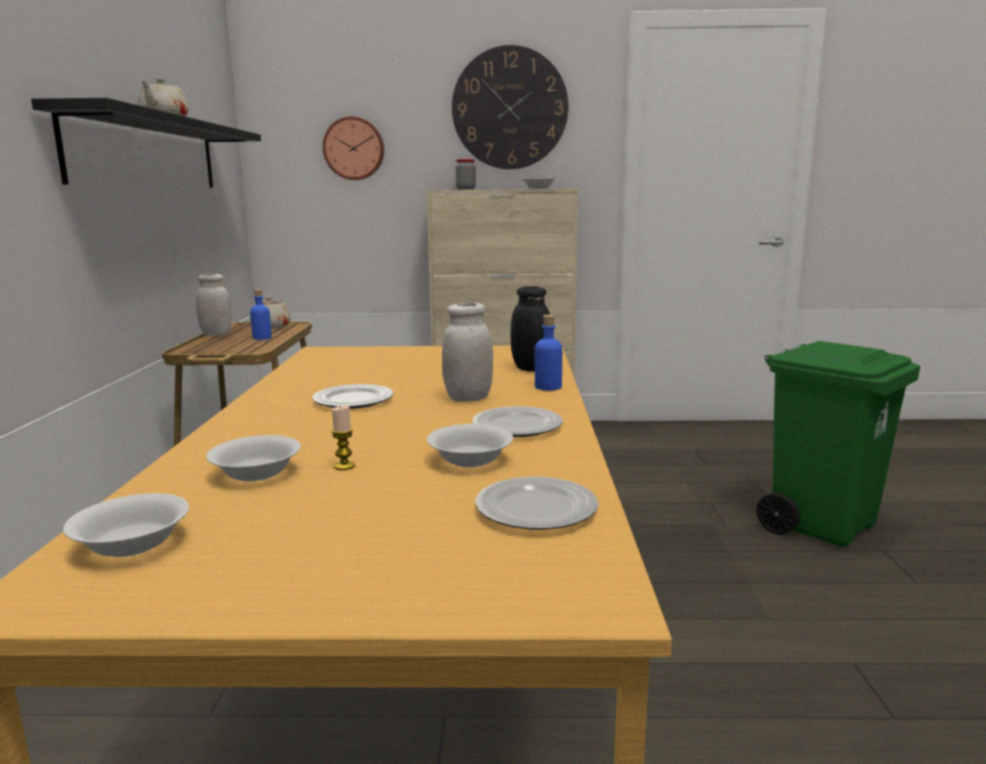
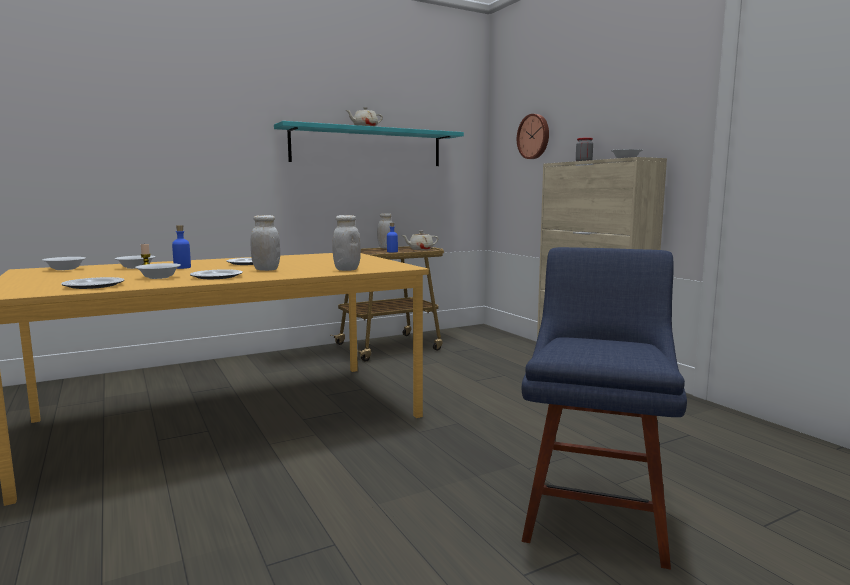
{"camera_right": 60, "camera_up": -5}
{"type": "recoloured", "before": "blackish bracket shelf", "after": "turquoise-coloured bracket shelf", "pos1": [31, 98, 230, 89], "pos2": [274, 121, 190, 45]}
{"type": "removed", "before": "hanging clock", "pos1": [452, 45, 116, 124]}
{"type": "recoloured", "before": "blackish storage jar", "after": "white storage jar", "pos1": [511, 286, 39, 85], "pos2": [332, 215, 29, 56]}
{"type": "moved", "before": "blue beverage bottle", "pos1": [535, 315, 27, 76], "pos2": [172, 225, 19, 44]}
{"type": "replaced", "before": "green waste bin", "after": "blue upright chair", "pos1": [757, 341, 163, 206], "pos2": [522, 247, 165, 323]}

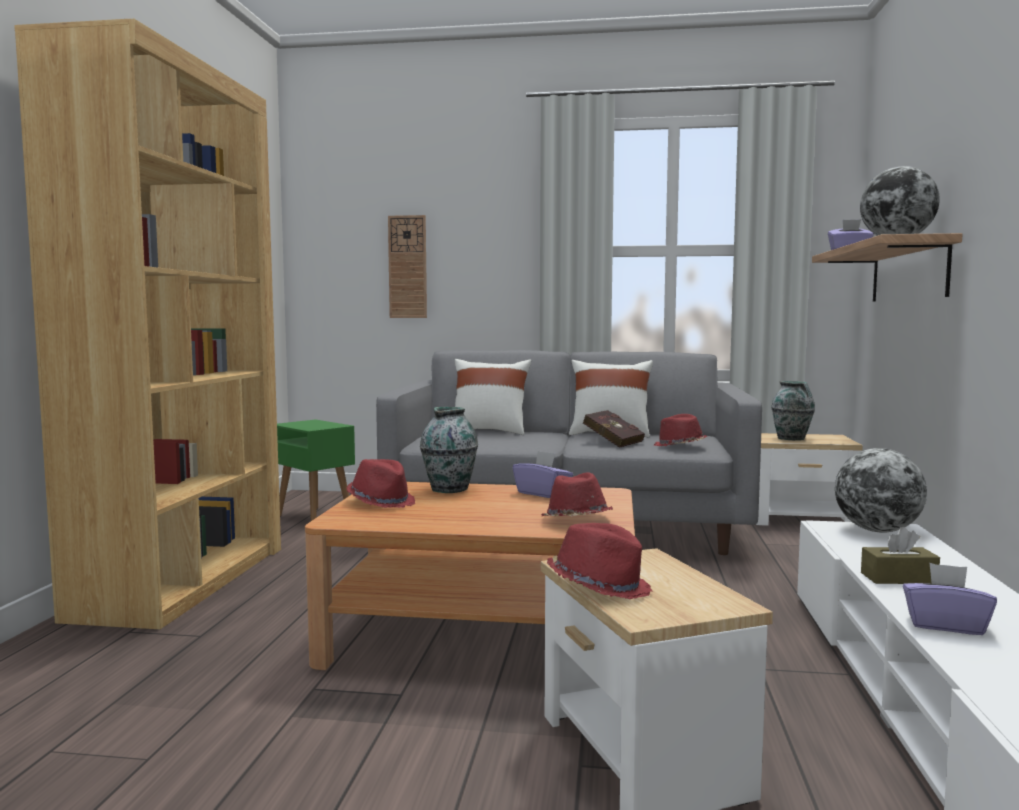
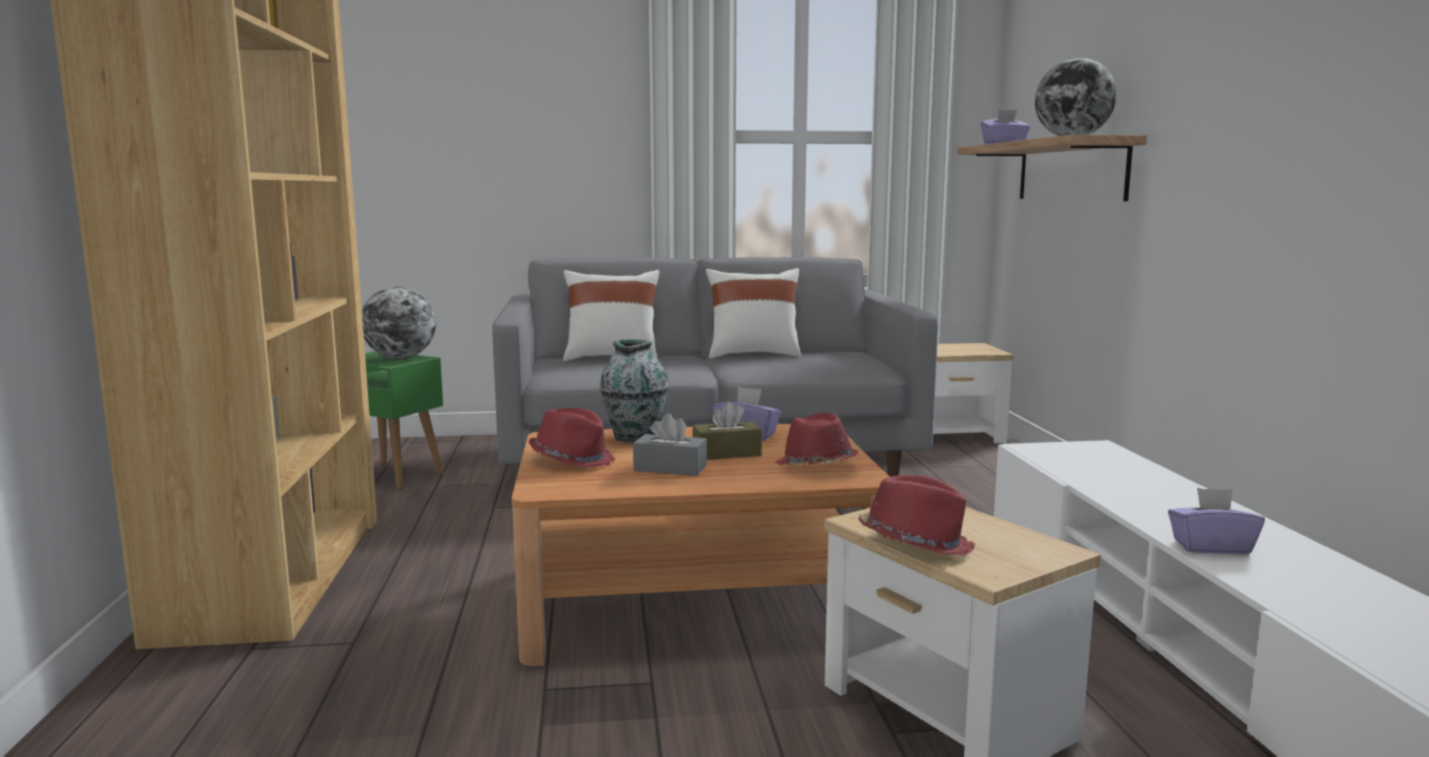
{"camera_right": -15, "camera_up": 5}
{"type": "removed", "before": "hanging clock", "pos1": [388, 215, 39, 103]}
{"type": "removed", "before": "reddish book", "pos1": [583, 410, 62, 38]}
{"type": "removed", "before": "reddish clothing hat", "pos1": [654, 414, 53, 32]}
{"type": "removed", "before": "vase", "pos1": [771, 381, 44, 59]}
{"type": "moved", "before": "world globe", "pos1": [835, 448, 92, 85], "pos2": [362, 287, 74, 72]}
{"type": "moved", "before": "brown tissue holder", "pos1": [861, 527, 79, 57], "pos2": [693, 401, 69, 59]}
{"type": "added", "after": "greyish tissue holder", "pos2": [633, 414, 74, 62]}

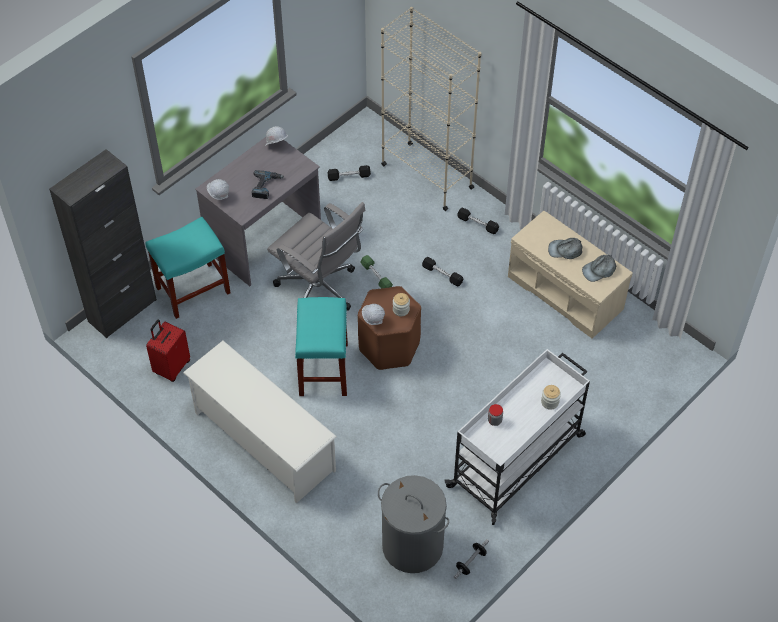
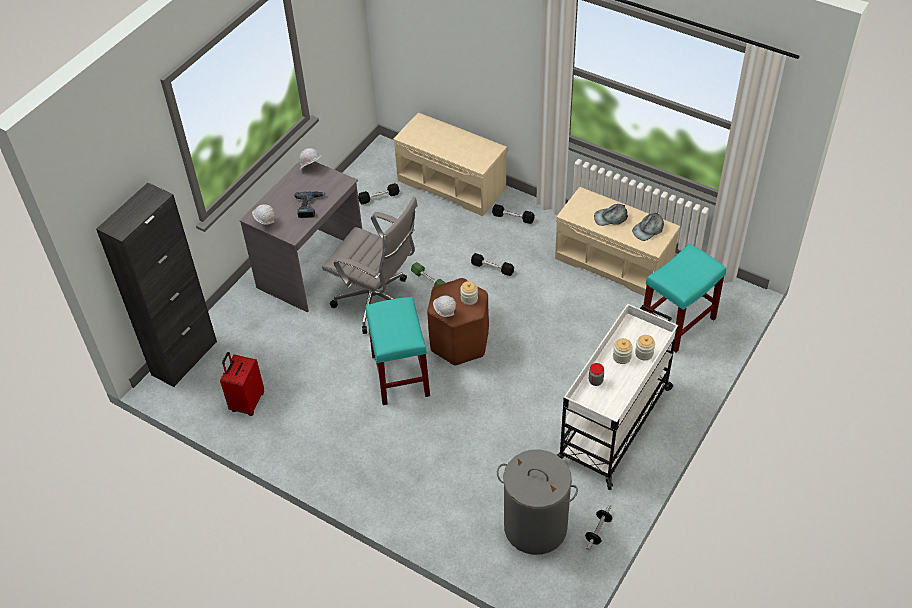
{"camera_right": -10, "camera_up": -5}
{"type": "moved", "before": "turquoise-coloured stool", "pos1": [146, 217, 85, 102], "pos2": [643, 244, 83, 109]}
{"type": "removed", "before": "white shoe stand", "pos1": [183, 341, 154, 162]}
{"type": "replaced", "before": "beige-coloured bookshelf", "after": "beige-coloured long seat", "pos1": [381, 7, 100, 204], "pos2": [394, 113, 113, 103]}
{"type": "added", "after": "storage jar", "pos2": [613, 338, 20, 26]}

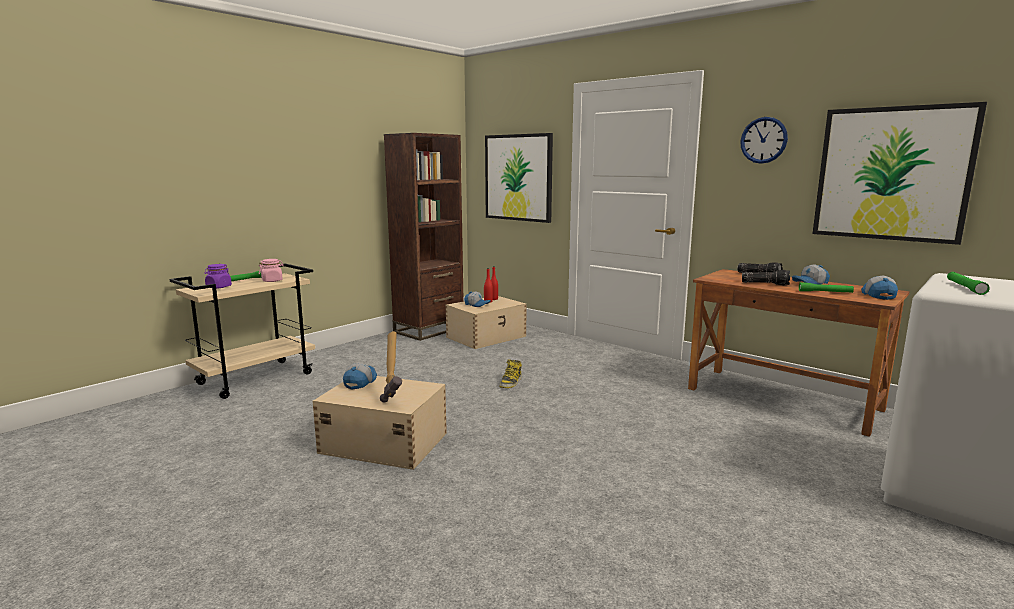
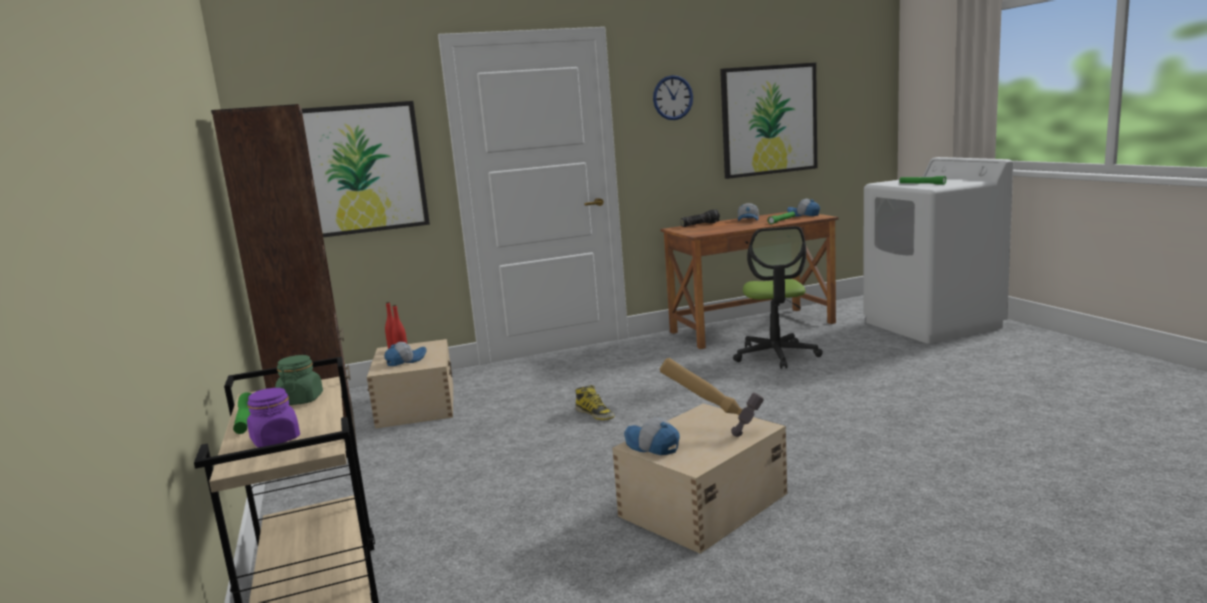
{"camera_right": -60, "camera_up": 0}
{"type": "recoloured", "before": "pink storage jar", "after": "green storage jar", "pos1": [259, 259, 25, 23], "pos2": [275, 355, 48, 50]}
{"type": "removed", "before": "flashlight", "pos1": [742, 270, 48, 15]}
{"type": "added", "after": "desk chair", "pos2": [733, 226, 90, 143]}

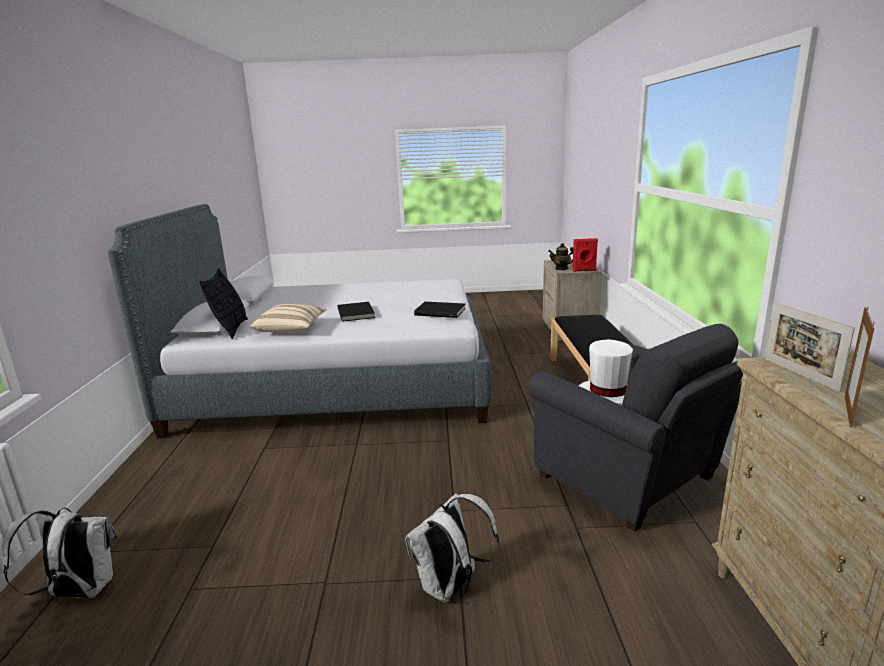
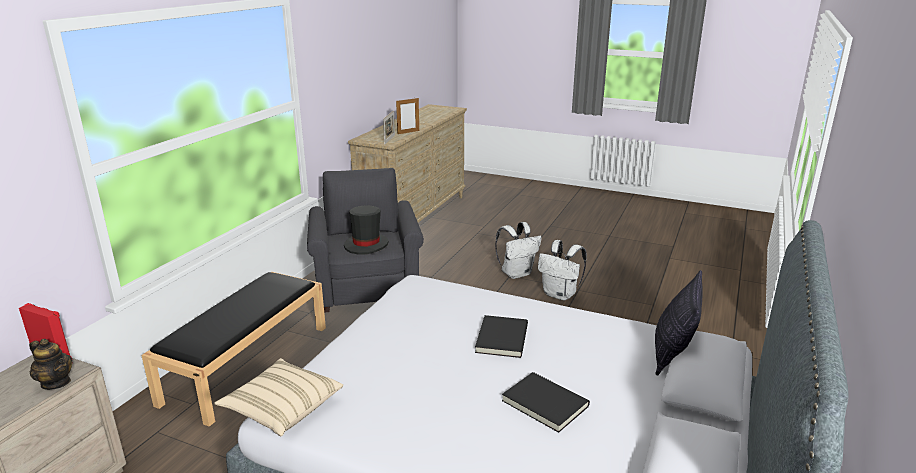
{"camera_right": -155, "camera_up": 5}
{"type": "moved", "before": "white backpack", "pos1": [2, 508, 115, 90], "pos2": [538, 240, 49, 60]}
{"type": "moved", "before": "beige-coloured pillow", "pos1": [250, 304, 77, 29], "pos2": [214, 358, 129, 78]}
{"type": "moved", "before": "blackish book", "pos1": [414, 302, 52, 16], "pos2": [502, 372, 88, 61]}
{"type": "recoloured", "before": "white clothing hat", "after": "blackish clothing hat", "pos1": [579, 339, 54, 67], "pos2": [344, 205, 45, 50]}

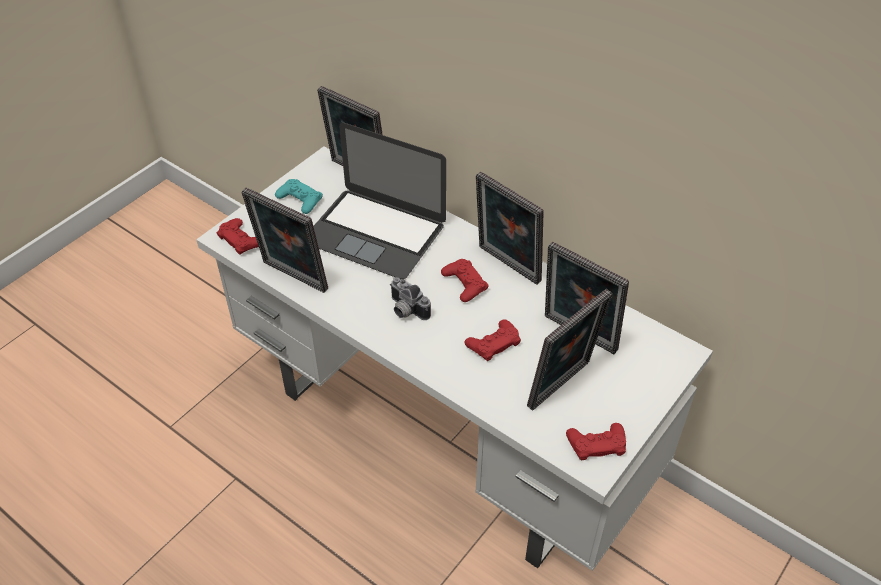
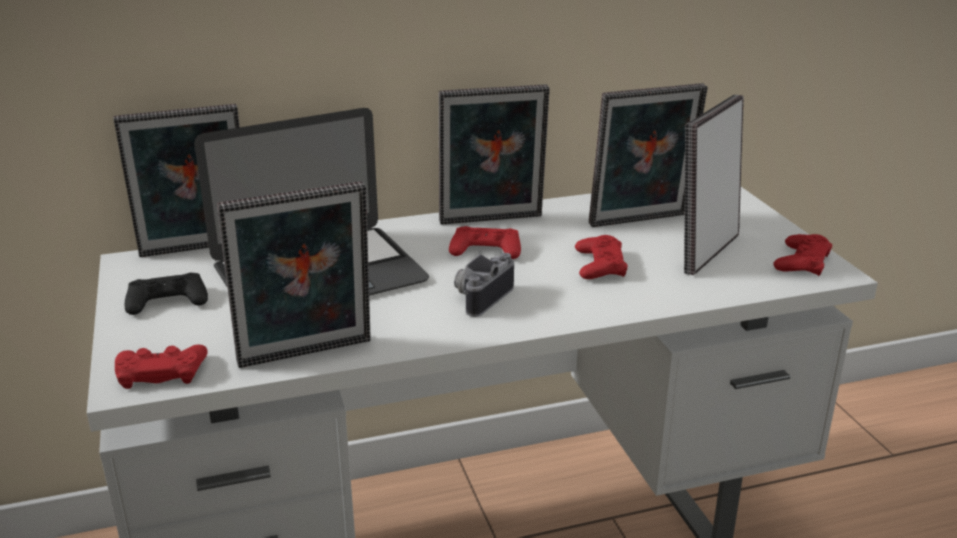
{"camera_right": -55, "camera_up": -20}
{"type": "recoloured", "before": "turquoise-coloured gamepad", "after": "blackish gamepad", "pos1": [275, 179, 48, 35], "pos2": [124, 273, 84, 42]}
{"type": "turned", "before": "still camera", "pos1": [390, 277, 41, 43], "pos2": [454, 253, 60, 64], "turn": 135}
{"type": "turned", "before": "photo frame", "pos1": [527, 289, 85, 122], "pos2": [684, 95, 60, 180], "turn": -135}

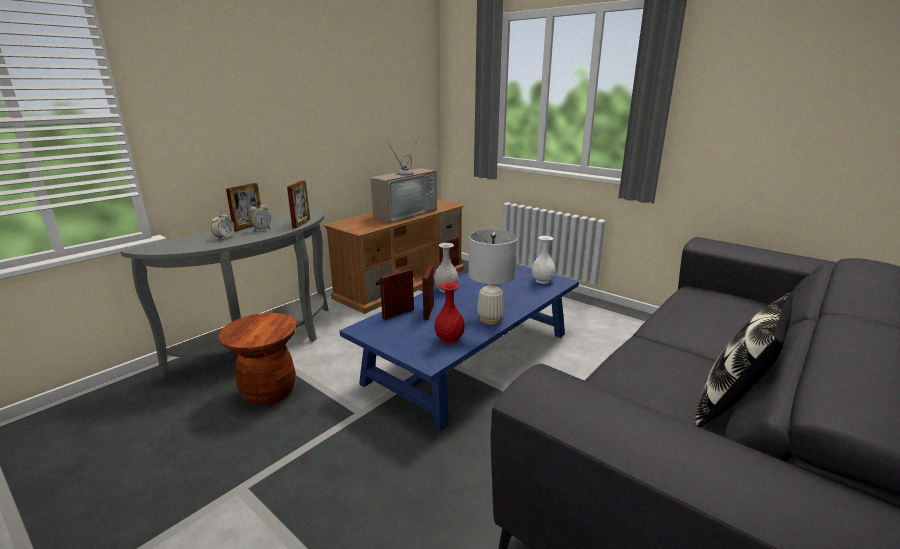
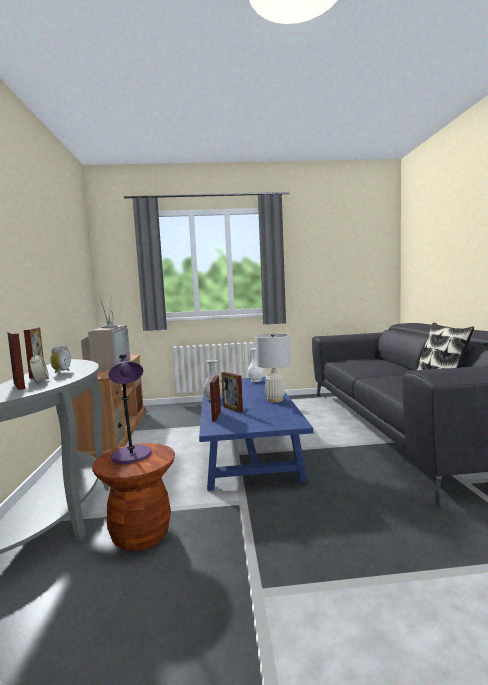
{"camera_right": -45, "camera_up": -15}
{"type": "moved", "before": "photo frame", "pos1": [287, 181, 23, 47], "pos2": [7, 332, 18, 58]}
{"type": "removed", "before": "reddish vase", "pos1": [434, 282, 31, 62]}
{"type": "added", "after": "purple table lamp", "pos2": [108, 354, 44, 110]}

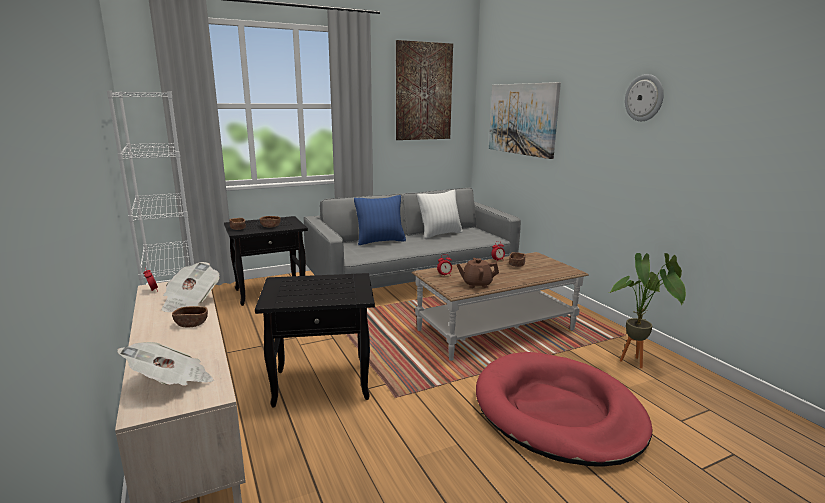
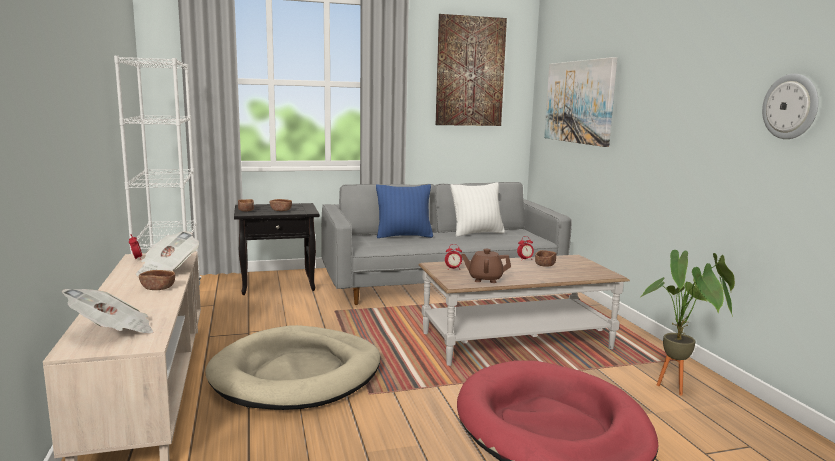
{"camera_right": 10, "camera_up": -5}
{"type": "replaced", "before": "blackish accent table", "after": "beige-coloured dog bed", "pos1": [255, 273, 120, 135], "pos2": [205, 325, 176, 85]}
{"type": "moved", "before": "hanging clock", "pos1": [625, 74, 39, 47], "pos2": [762, 74, 56, 65]}

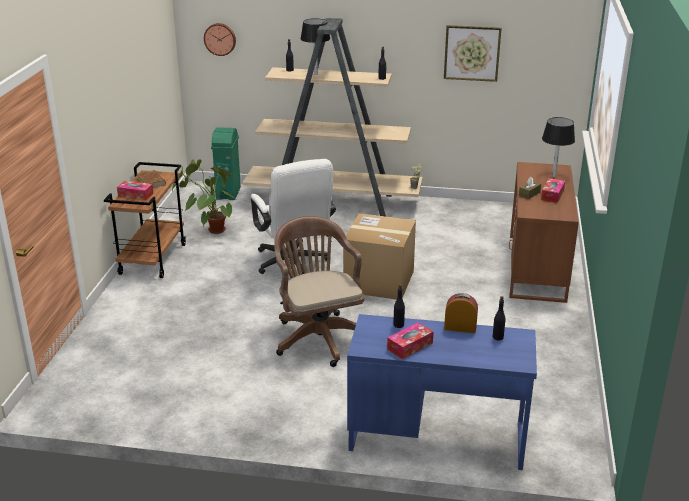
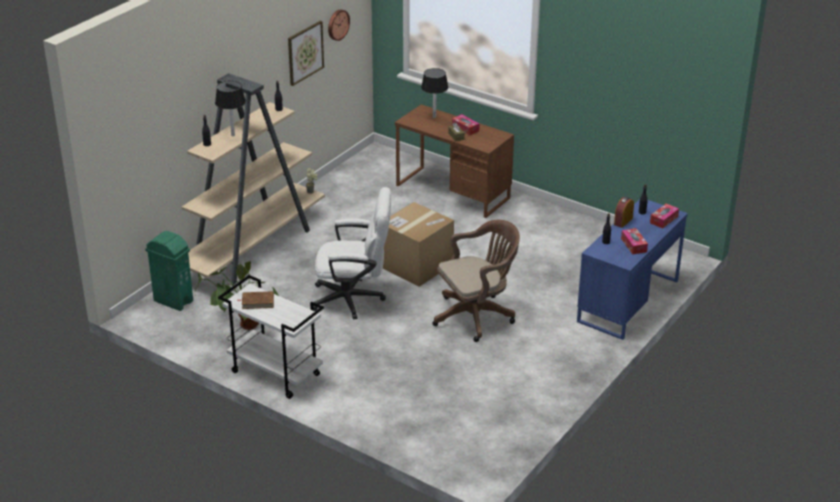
{"camera_right": -65, "camera_up": 5}
{"type": "recoloured", "before": "brown cart", "after": "white cart", "pos1": [104, 162, 82, 116], "pos2": [218, 275, 106, 124]}
{"type": "moved", "before": "tissue holder", "pos1": [117, 181, 36, 19], "pos2": [650, 203, 29, 25]}
{"type": "moved", "before": "hanging clock", "pos1": [204, 23, 32, 33], "pos2": [328, 9, 22, 32]}
{"type": "turned", "before": "brown desk chair", "pos1": [274, 216, 91, 151], "pos2": [433, 220, 87, 122], "turn": 150}

